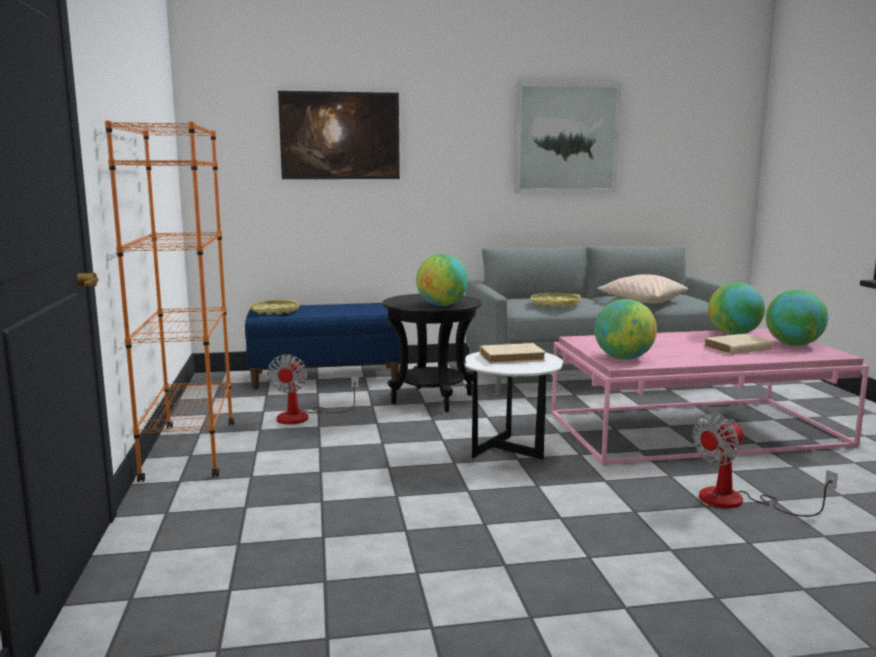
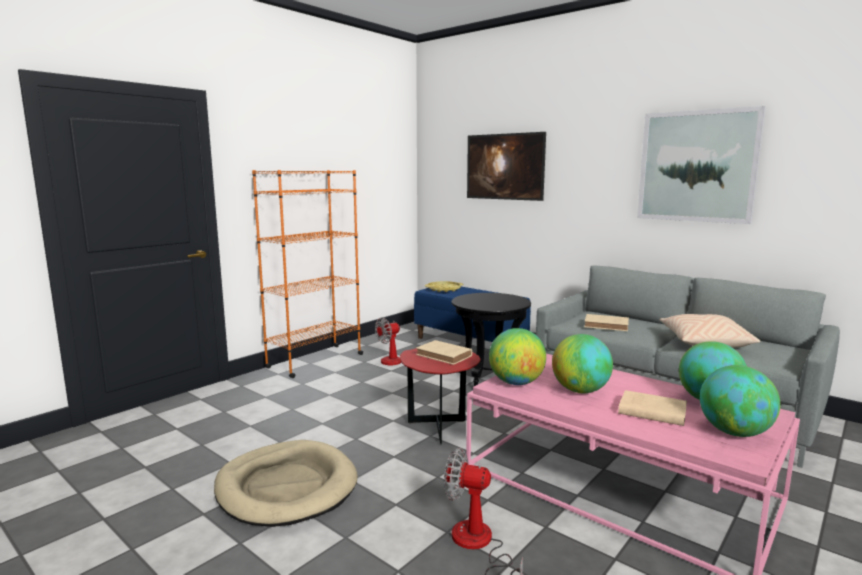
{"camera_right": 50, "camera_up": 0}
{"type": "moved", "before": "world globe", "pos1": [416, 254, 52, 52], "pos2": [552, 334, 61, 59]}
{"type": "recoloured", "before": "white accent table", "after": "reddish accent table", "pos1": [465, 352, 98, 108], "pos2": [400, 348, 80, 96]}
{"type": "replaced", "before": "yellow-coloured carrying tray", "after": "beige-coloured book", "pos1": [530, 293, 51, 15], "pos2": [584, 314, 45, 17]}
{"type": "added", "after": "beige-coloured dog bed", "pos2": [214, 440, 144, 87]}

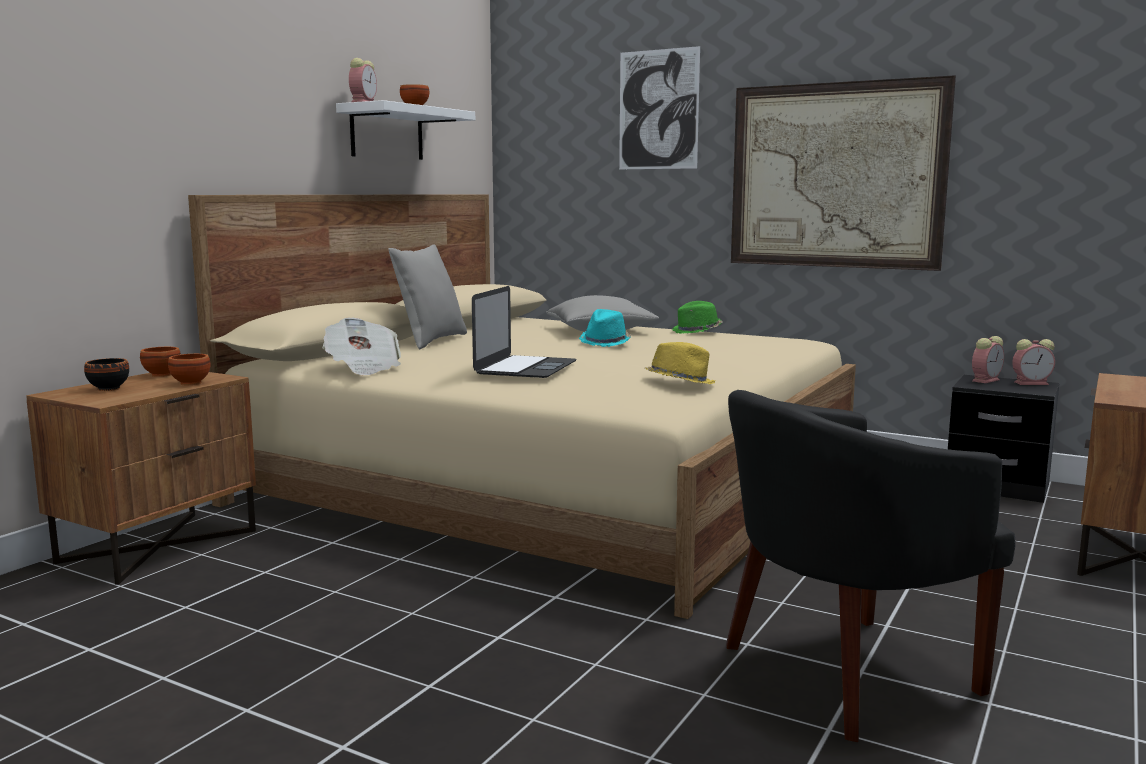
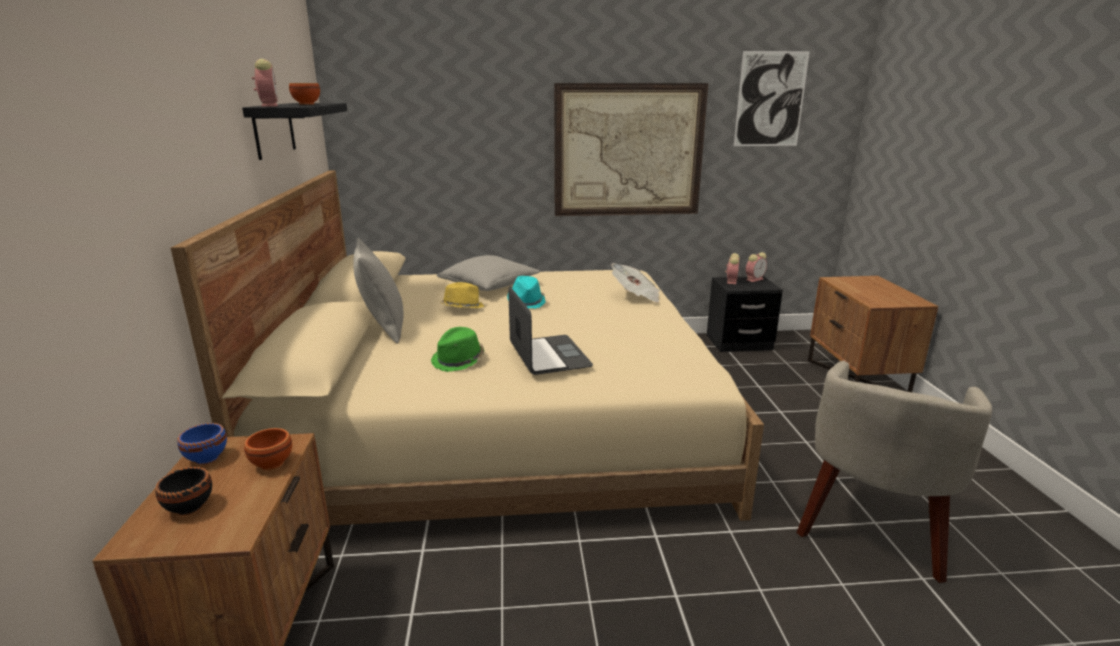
{"camera_right": -35, "camera_up": 10}
{"type": "recoloured", "before": "brown deep dish", "after": "blue deep dish", "pos1": [140, 347, 41, 30], "pos2": [177, 423, 50, 42]}
{"type": "moved", "before": "newspaper", "pos1": [323, 318, 78, 57], "pos2": [611, 263, 49, 40]}
{"type": "recoloured", "before": "white bracket shelf", "after": "blackish bracket shelf", "pos1": [336, 100, 139, 60], "pos2": [242, 103, 105, 57]}
{"type": "moved", "before": "wall picture", "pos1": [619, 46, 81, 123], "pos2": [734, 51, 76, 95]}
{"type": "moved", "before": "yellow-coloured clothing hat", "pos1": [645, 342, 70, 42], "pos2": [440, 282, 44, 26]}
{"type": "moved", "before": "green clothing hat", "pos1": [672, 301, 51, 33], "pos2": [431, 327, 53, 45]}
{"type": "recoloured", "before": "blackish armchair", "after": "beige-coloured armchair", "pos1": [726, 390, 289, 352], "pos2": [796, 360, 196, 223]}

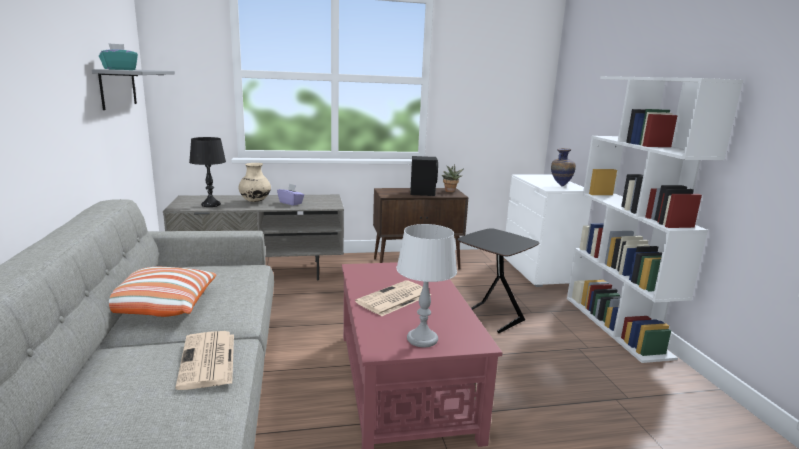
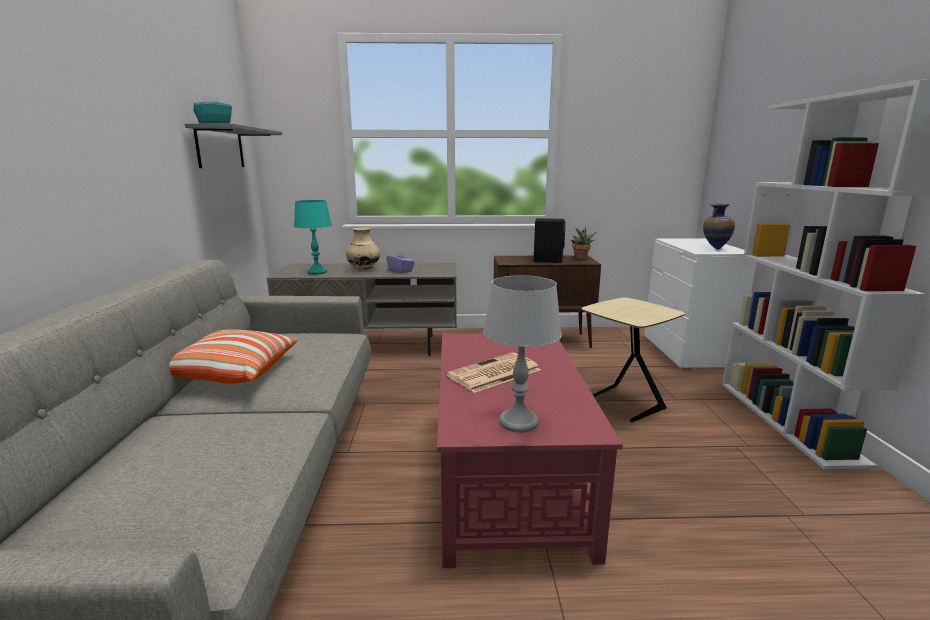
{"camera_right": 10, "camera_up": 0}
{"type": "removed", "before": "newspaper", "pos1": [175, 331, 59, 59]}
{"type": "recoloured", "before": "blackish table lamp", "after": "turquoise-coloured table lamp", "pos1": [189, 137, 37, 70], "pos2": [294, 200, 38, 74]}
{"type": "recoloured", "before": "blackish accent table", "after": "beige-coloured accent table", "pos1": [457, 228, 82, 105], "pos2": [581, 297, 104, 125]}

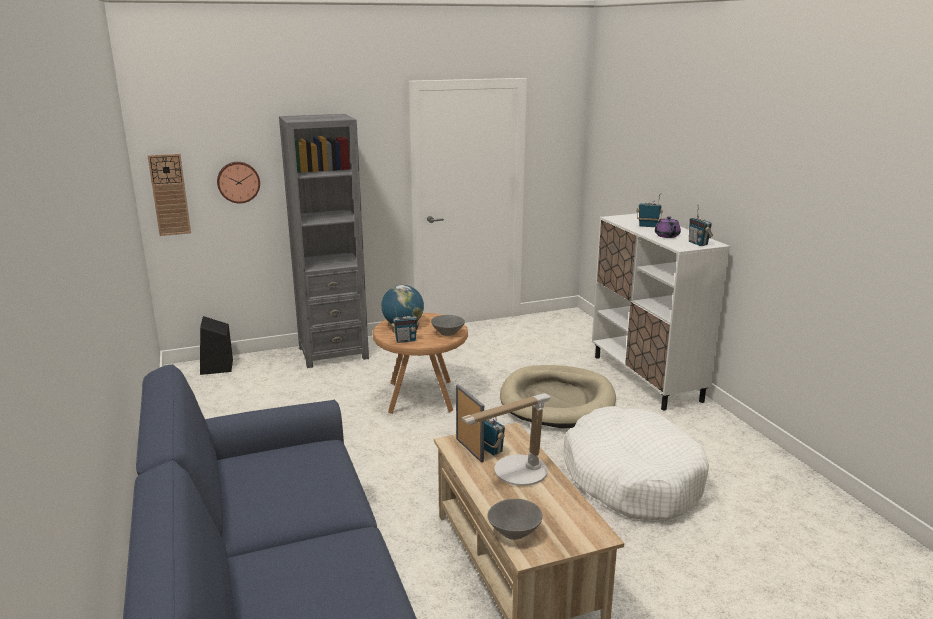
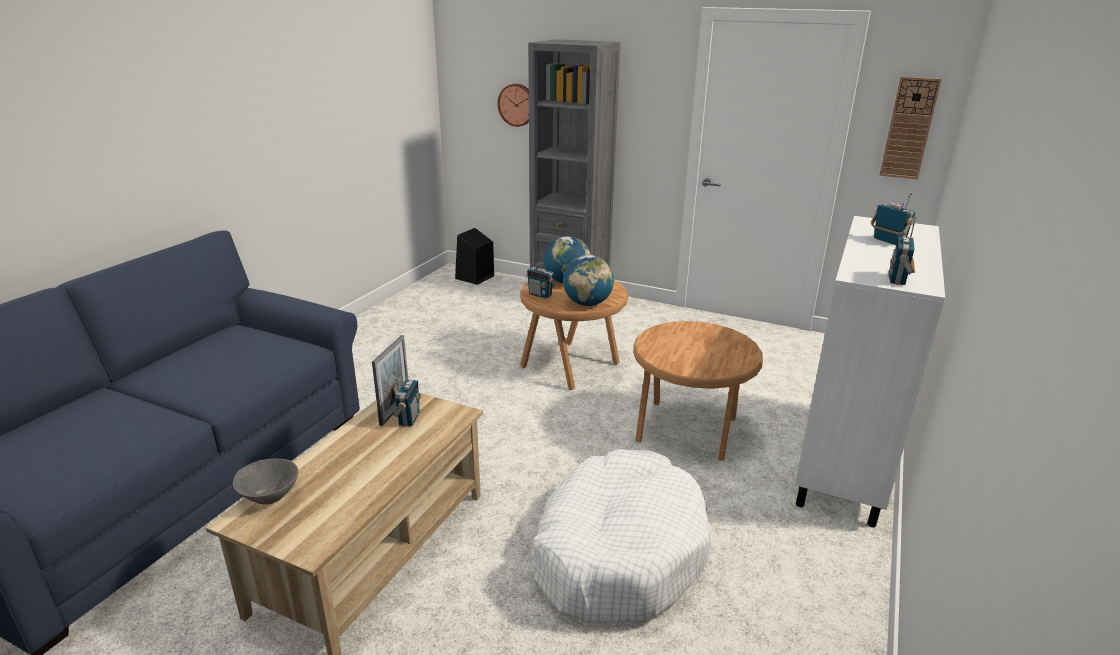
{"camera_right": 45, "camera_up": 5}
{"type": "moved", "before": "hanging clock", "pos1": [148, 154, 43, 82], "pos2": [879, 77, 63, 102]}
{"type": "replaced", "before": "greyish deep dish", "after": "world globe", "pos1": [431, 315, 34, 21], "pos2": [563, 255, 51, 51]}
{"type": "removed", "before": "table lamp", "pos1": [461, 393, 89, 93]}
{"type": "replaced", "before": "beige-coloured dog bed", "after": "brown accent table", "pos1": [500, 365, 116, 63], "pos2": [633, 321, 130, 140]}
{"type": "removed", "before": "purple pot for tea", "pos1": [655, 216, 26, 22]}

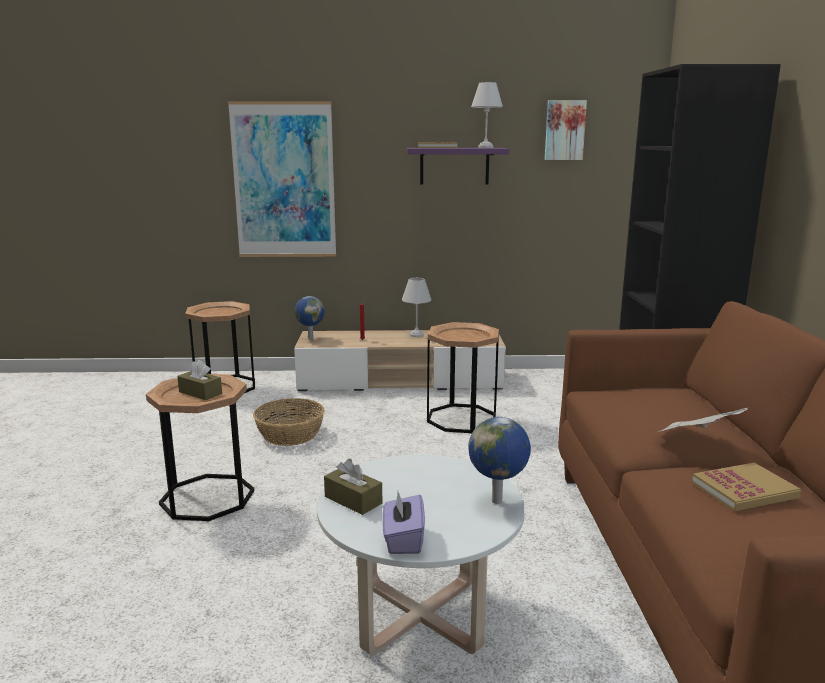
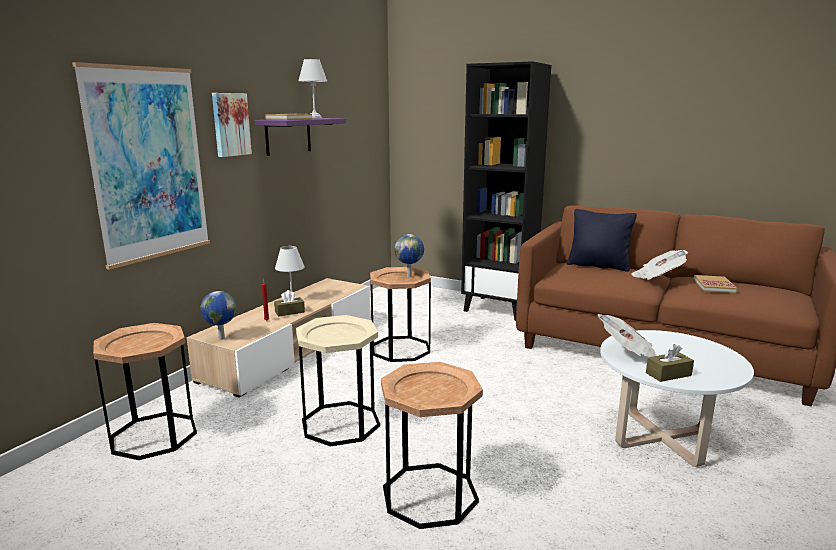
{"camera_right": -60, "camera_up": 0}
{"type": "moved", "before": "brown tissue holder", "pos1": [177, 360, 45, 40], "pos2": [274, 290, 31, 27]}
{"type": "replaced", "before": "storage basket", "after": "beige-coloured accent table", "pos1": [253, 398, 71, 48], "pos2": [296, 315, 84, 132]}
{"type": "removed", "before": "purple tissue holder", "pos1": [382, 492, 43, 62]}
{"type": "moved", "before": "world globe", "pos1": [468, 417, 63, 87], "pos2": [395, 234, 29, 43]}
{"type": "moved", "before": "wall picture", "pos1": [545, 100, 42, 60], "pos2": [212, 93, 40, 64]}
{"type": "added", "after": "blackish pillow", "pos2": [567, 209, 70, 63]}
{"type": "added", "after": "newspaper", "pos2": [598, 314, 59, 43]}

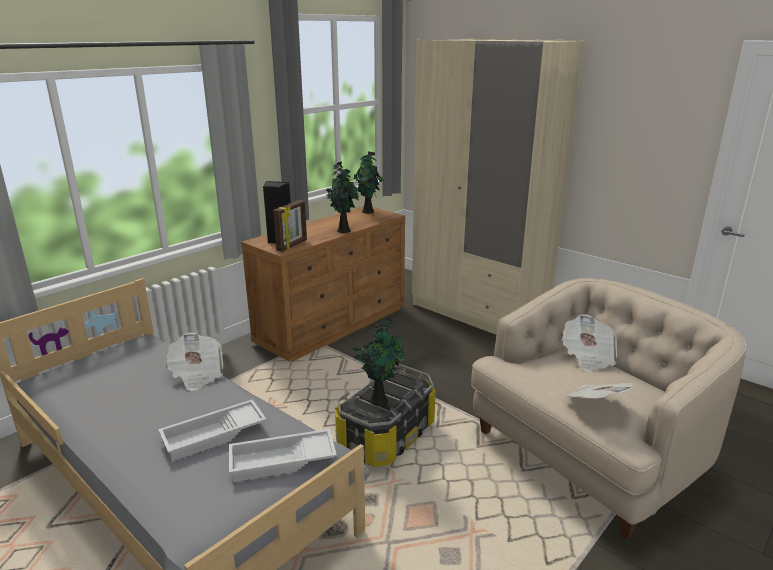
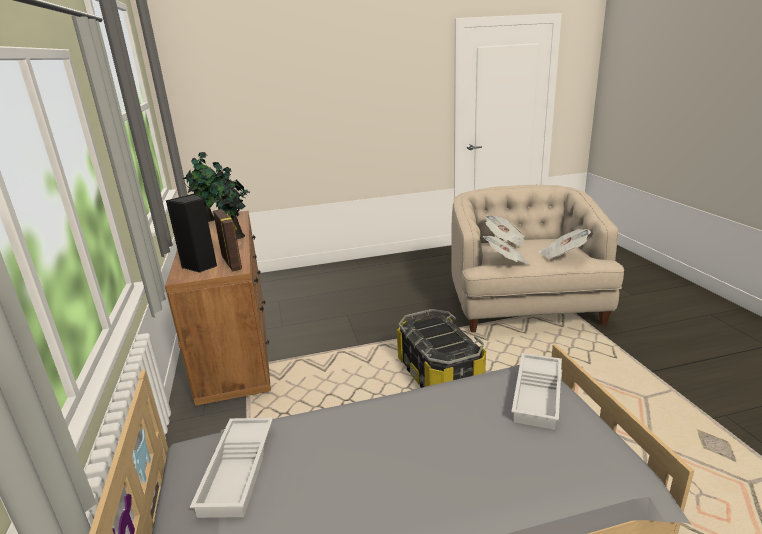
{"camera_right": -55, "camera_up": 0}
{"type": "moved", "before": "white carrying tray", "pos1": [158, 399, 108, 62], "pos2": [190, 418, 83, 100]}
{"type": "moved", "before": "newspaper", "pos1": [166, 332, 57, 59], "pos2": [483, 236, 47, 28]}
{"type": "removed", "before": "houseplant", "pos1": [352, 318, 54, 88]}
{"type": "removed", "before": "beige-coloured wardrobe", "pos1": [412, 39, 172, 296]}

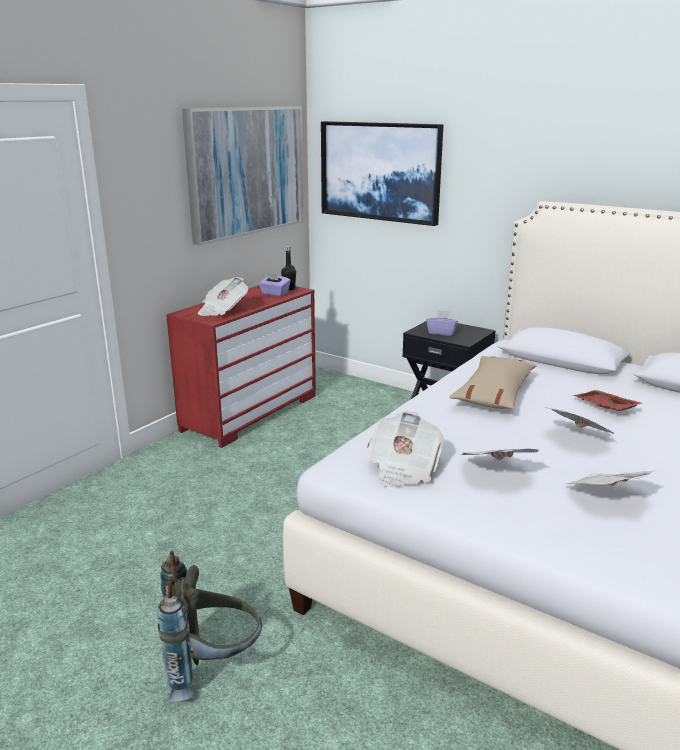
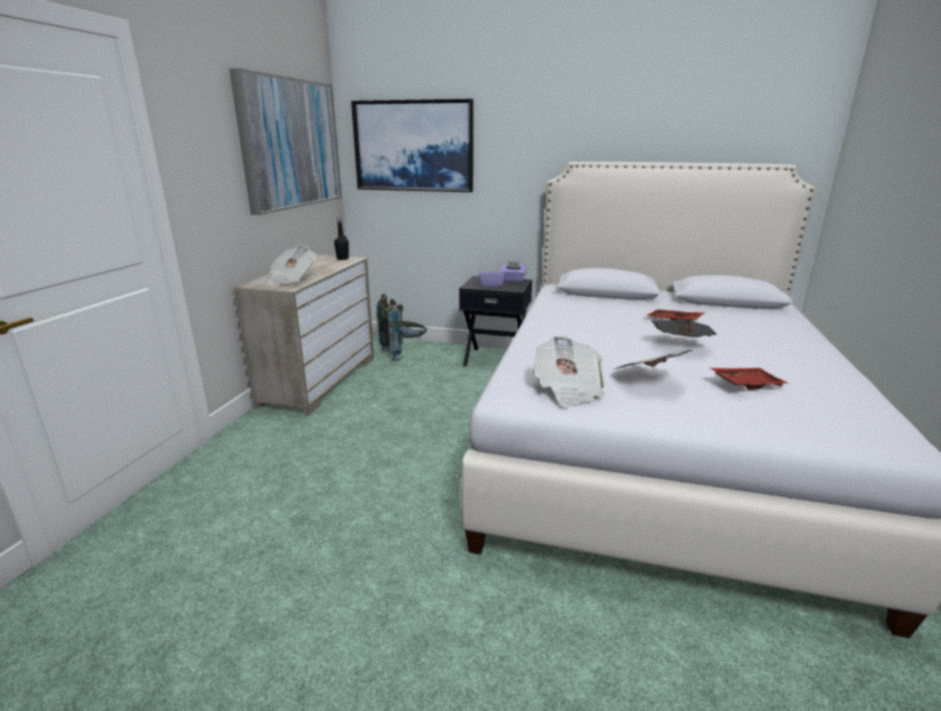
{"camera_right": -20, "camera_up": 0}
{"type": "moved", "before": "greyish backpack", "pos1": [158, 551, 104, 150], "pos2": [377, 294, 50, 66]}
{"type": "recoloured", "before": "reddish dresser", "after": "beige-coloured dresser", "pos1": [166, 285, 150, 163], "pos2": [234, 255, 140, 161]}
{"type": "moved", "before": "purple tissue holder", "pos1": [259, 273, 32, 23], "pos2": [501, 262, 25, 20]}
{"type": "removed", "before": "beige-coloured pillow", "pos1": [449, 356, 88, 53]}
{"type": "replaced", "before": "newspaper", "after": "reddish carrying tray", "pos1": [565, 471, 88, 15], "pos2": [710, 368, 79, 22]}

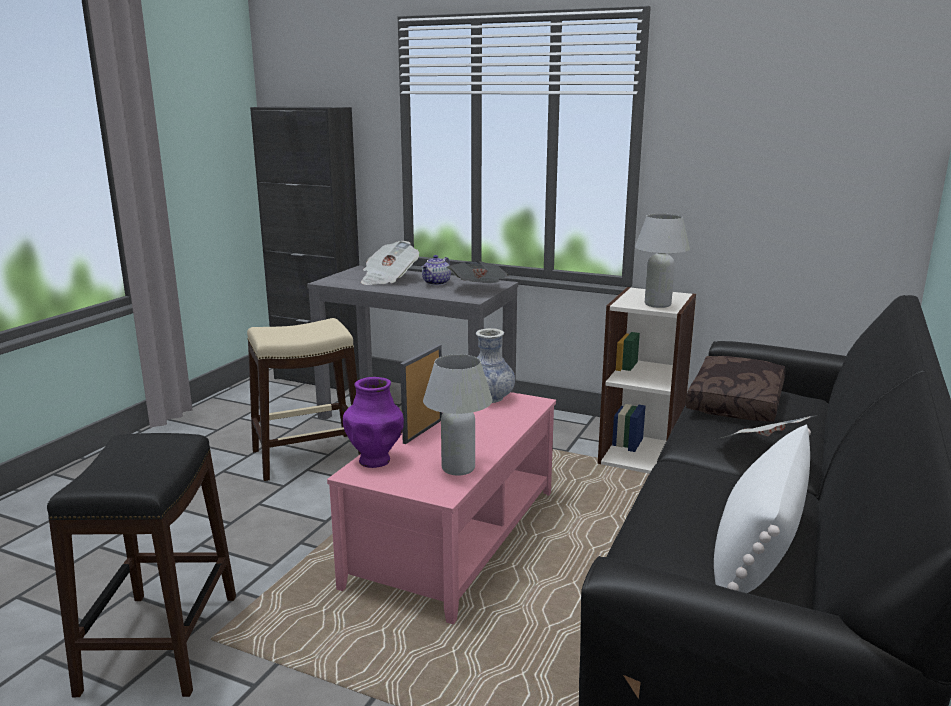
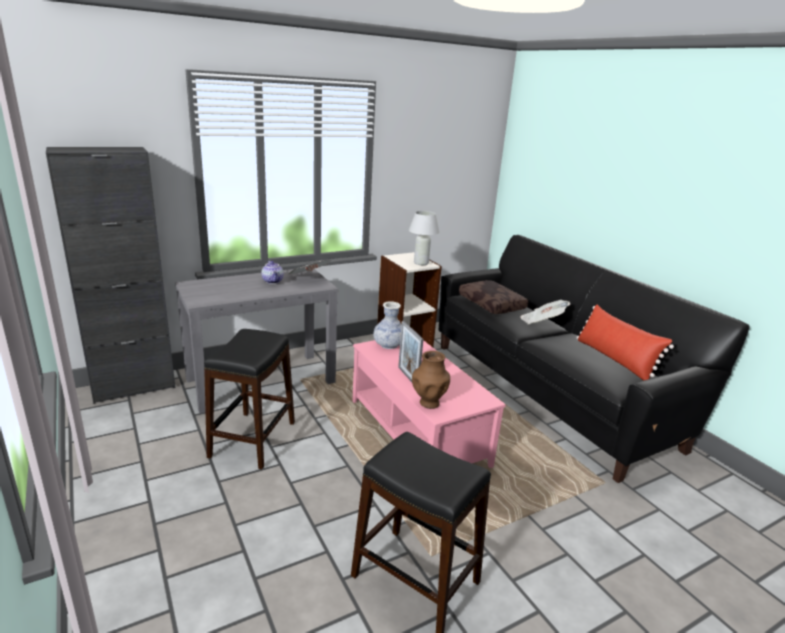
{"camera_right": -55, "camera_up": 5}
{"type": "recoloured", "before": "beige-coloured stool", "after": "blackish stool", "pos1": [247, 318, 114, 163], "pos2": [204, 329, 91, 140]}
{"type": "recoloured", "before": "purple vase", "after": "brown vase", "pos1": [343, 377, 61, 91], "pos2": [412, 351, 38, 58]}
{"type": "removed", "before": "newspaper", "pos1": [361, 241, 58, 44]}
{"type": "removed", "before": "white table lamp", "pos1": [423, 354, 70, 122]}
{"type": "recoloured", "before": "white pillow", "after": "reddish pillow", "pos1": [714, 425, 97, 168], "pos2": [576, 305, 98, 76]}

